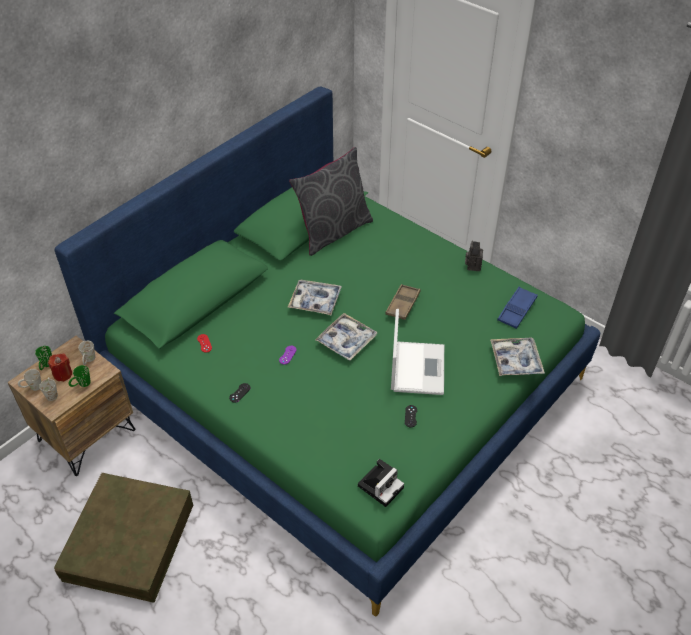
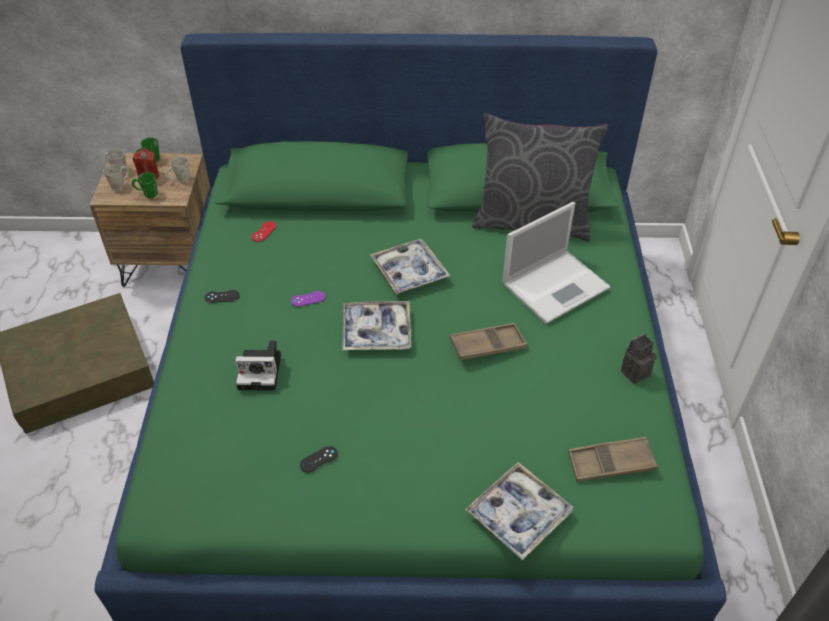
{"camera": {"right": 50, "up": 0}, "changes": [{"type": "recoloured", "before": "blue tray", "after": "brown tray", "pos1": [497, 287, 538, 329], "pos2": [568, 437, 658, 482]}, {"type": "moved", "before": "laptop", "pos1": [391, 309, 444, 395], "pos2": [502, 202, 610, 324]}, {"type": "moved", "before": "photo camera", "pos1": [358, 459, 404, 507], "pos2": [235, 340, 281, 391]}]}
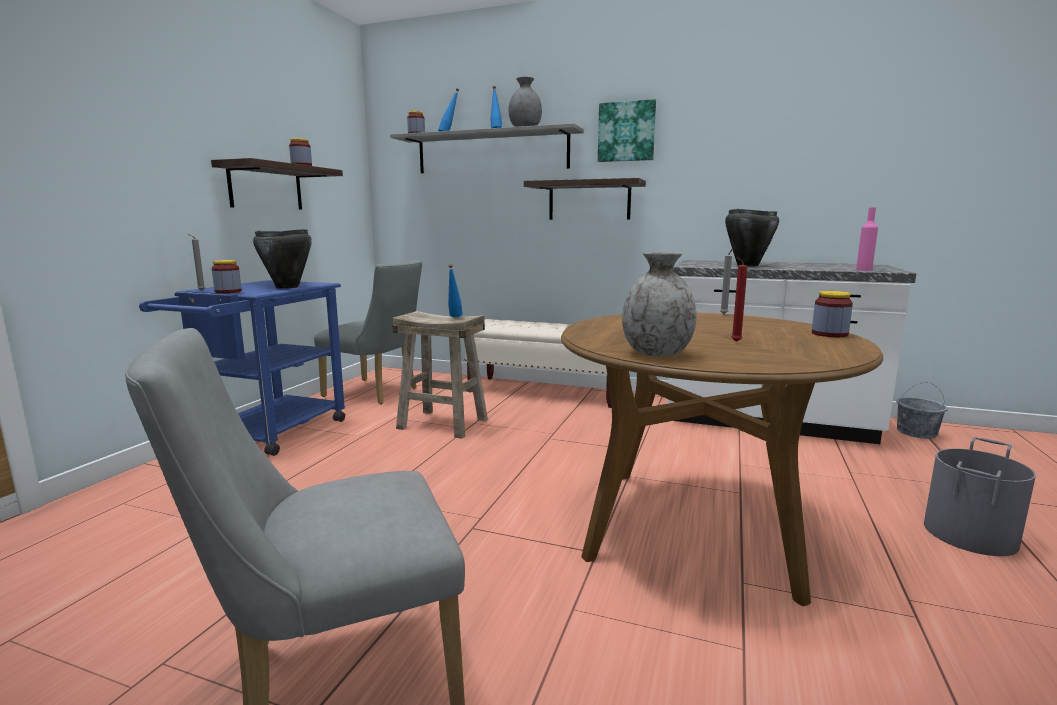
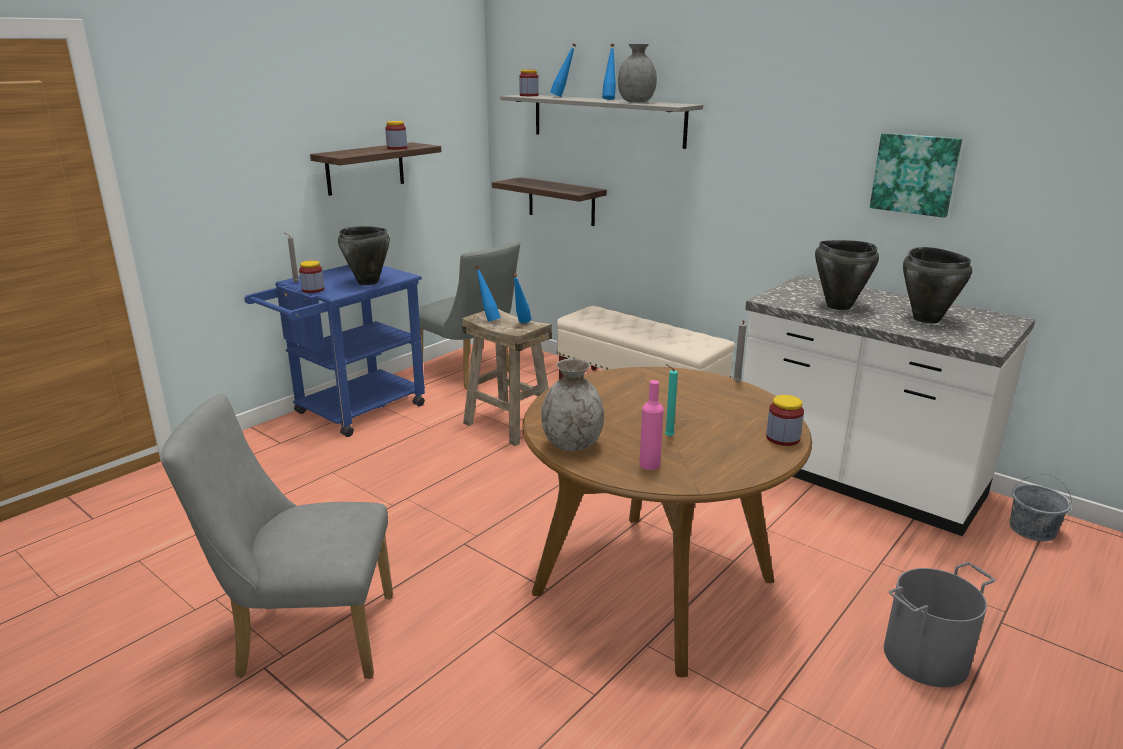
{"camera": {"right": 20, "up": 10}, "changes": [{"type": "moved", "before": "picture", "pos1": [598, 99, 656, 162], "pos2": [870, 133, 962, 218]}, {"type": "moved", "before": "shelf", "pos1": [524, 178, 646, 220], "pos2": [492, 177, 607, 226]}, {"type": "moved", "before": "pink bottle", "pos1": [856, 208, 878, 271], "pos2": [639, 380, 664, 470]}, {"type": "recoloured", "before": "red candle", "after": "turquoise candle", "pos1": [731, 257, 748, 342], "pos2": [665, 364, 678, 437]}, {"type": "added", "after": "black cooking pot", "pos2": [903, 247, 972, 324]}, {"type": "added", "after": "blue bottle", "pos2": [475, 266, 501, 322]}]}
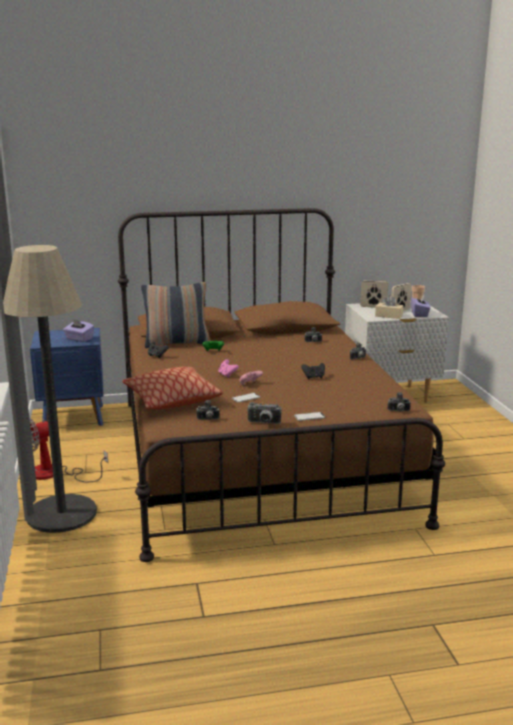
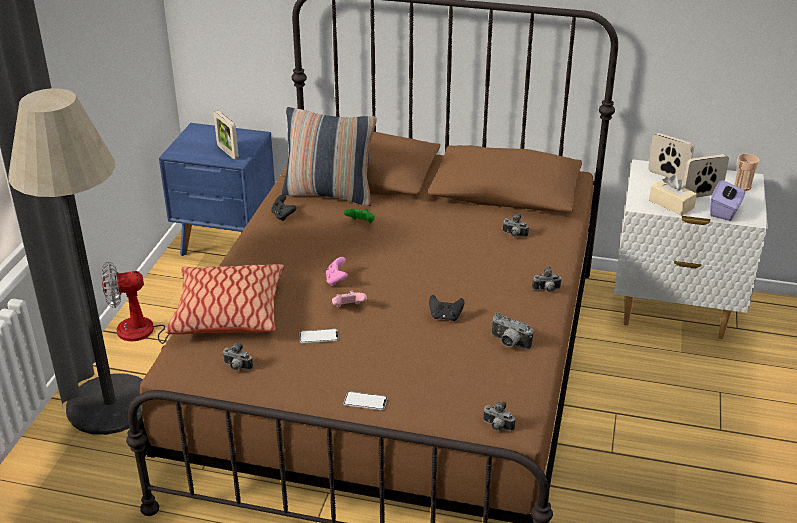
{"camera": {"right": 25, "up": 15}, "changes": [{"type": "replaced", "before": "purple tissue box", "after": "picture frame", "pos1": [63, 319, 94, 342], "pos2": [214, 111, 239, 159]}, {"type": "moved", "before": "photo camera", "pos1": [247, 402, 281, 424], "pos2": [491, 313, 533, 350]}]}
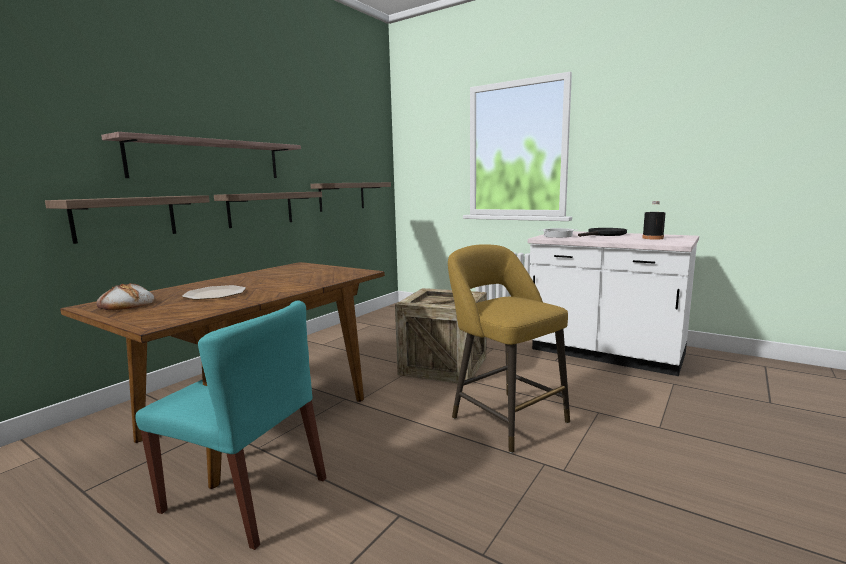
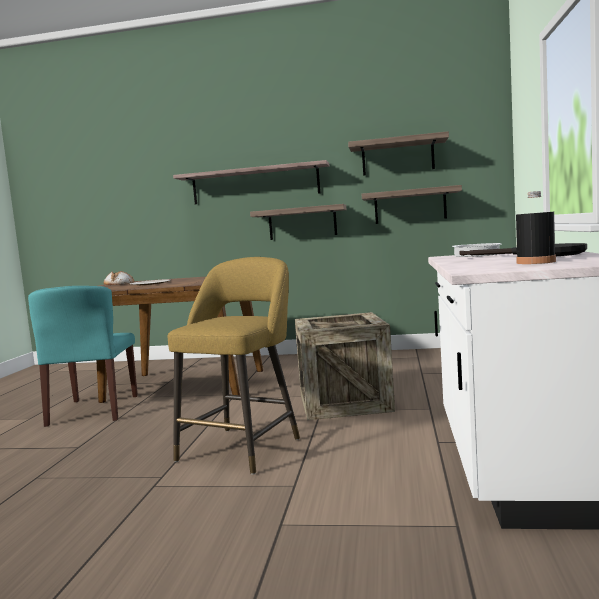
{"camera": {"right": 65, "up": -5}, "changes": [{"type": "moved", "before": "shelf", "pos1": [45, 195, 210, 244], "pos2": [348, 131, 449, 176]}]}
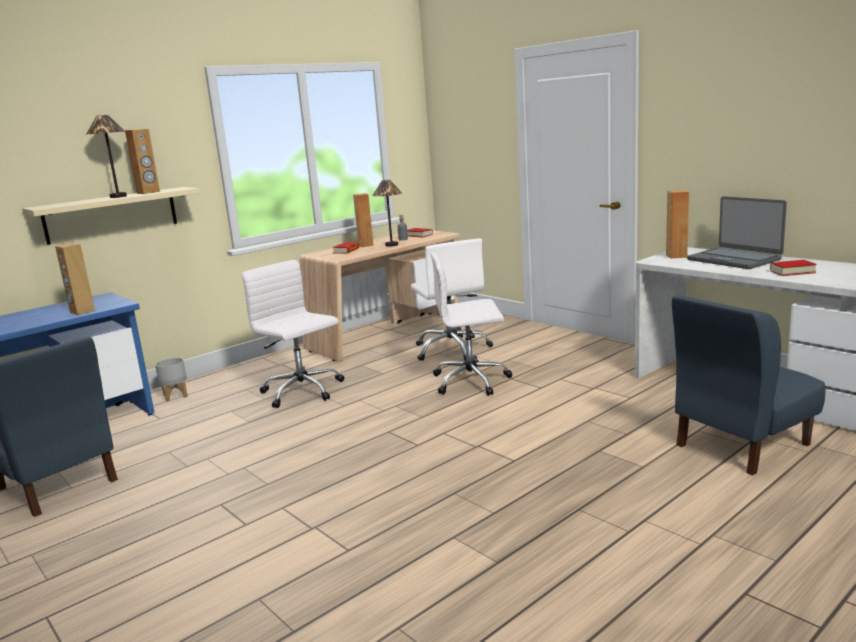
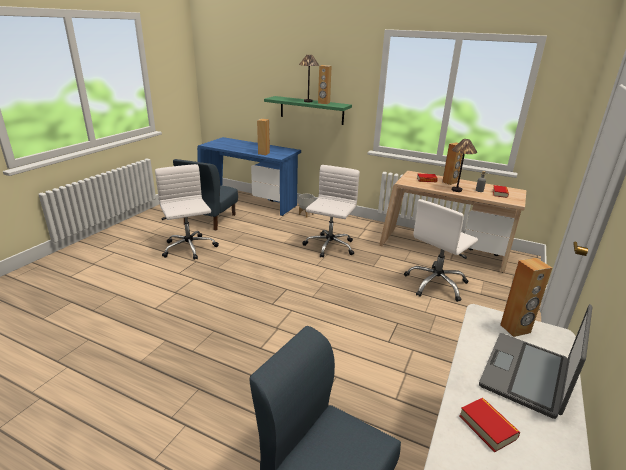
{"camera": {"right": 65, "up": 10}, "changes": [{"type": "recoloured", "before": "beige shelf", "after": "green shelf", "pos1": [22, 187, 200, 245], "pos2": [264, 96, 352, 125]}, {"type": "moved", "before": "white office chair", "pos1": [431, 253, 512, 396], "pos2": [155, 164, 219, 260]}]}
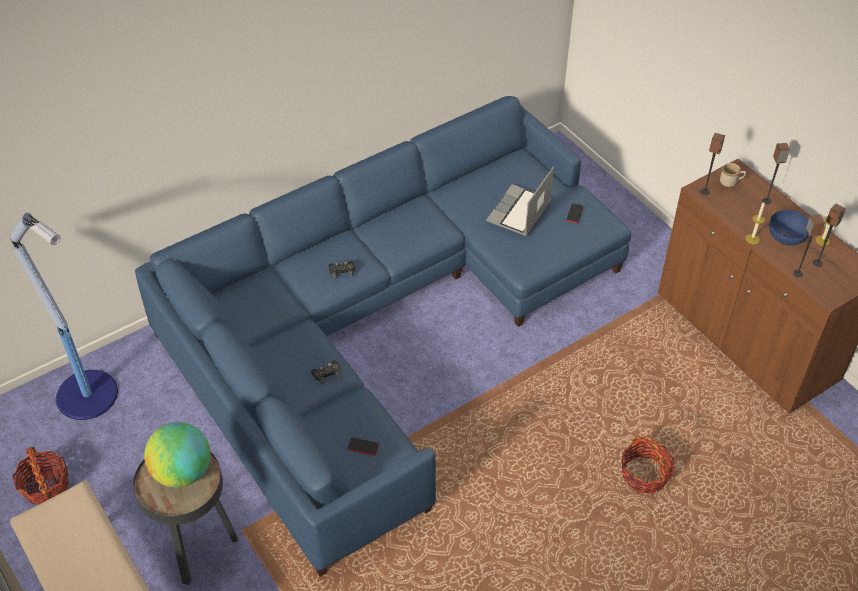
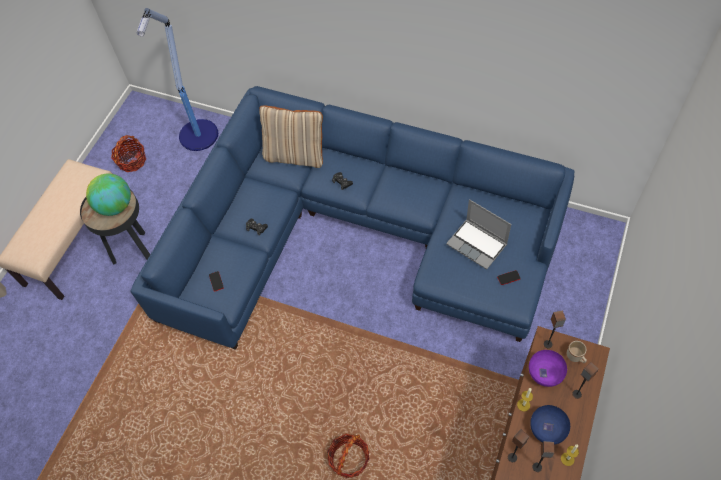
{"camera": {"right": 60, "up": 10}, "changes": [{"type": "turned", "before": "laptop", "pos1": [486, 167, 554, 236], "pos2": [446, 199, 511, 270], "turn": -135}, {"type": "added", "after": "beige pillow", "pos2": [259, 105, 323, 168]}, {"type": "added", "after": "purple bowl", "pos2": [529, 350, 567, 387]}]}
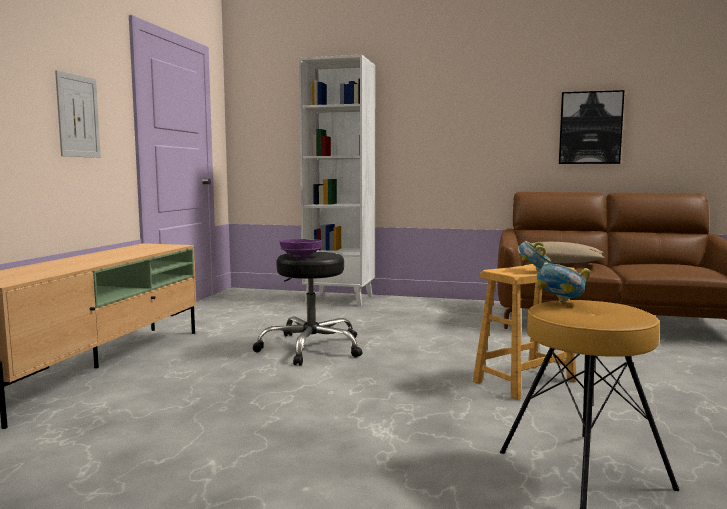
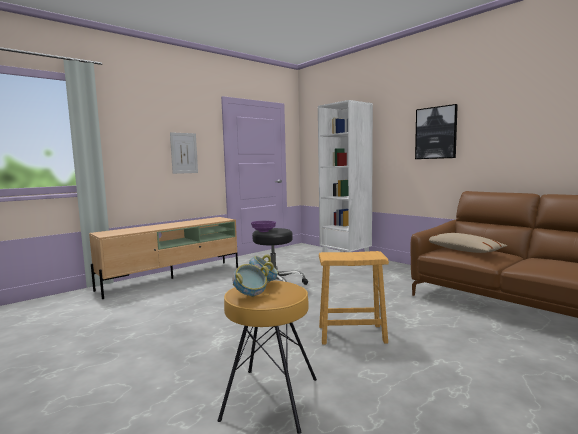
{"camera": {"right": 35, "up": 0}, "changes": [{"type": "moved", "before": "picture", "pos1": [559, 90, 624, 164], "pos2": [415, 104, 458, 159]}, {"type": "moved", "before": "bowl", "pos1": [519, 241, 551, 271], "pos2": [232, 264, 269, 297]}]}
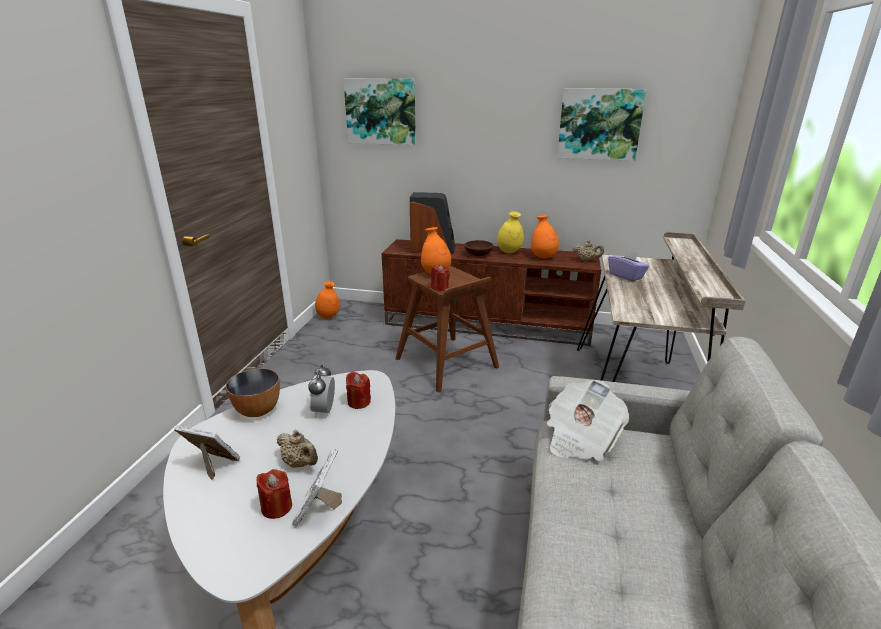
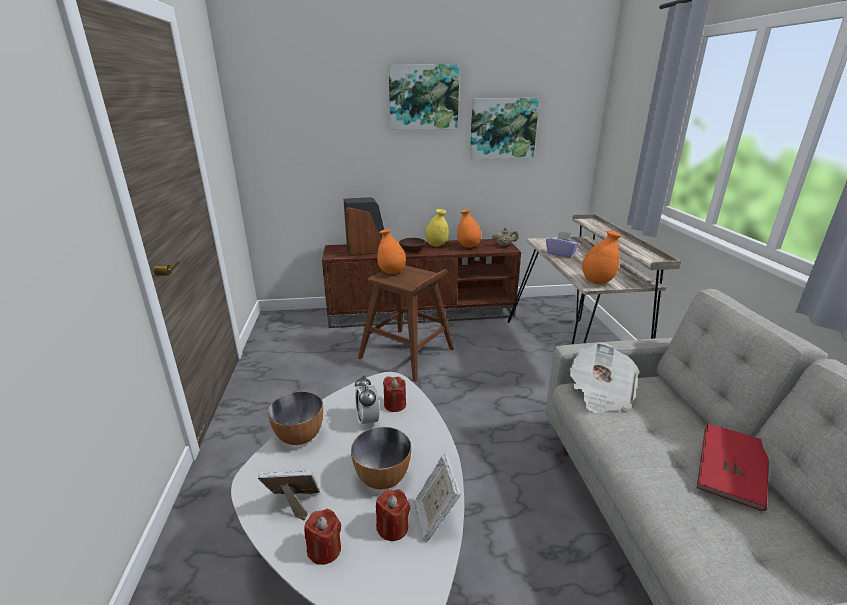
{"camera": {"right": -20, "up": 0}, "changes": [{"type": "moved", "before": "picture", "pos1": [343, 78, 416, 145], "pos2": [388, 64, 460, 130]}, {"type": "moved", "before": "red candle", "pos1": [431, 265, 450, 291], "pos2": [304, 509, 341, 565]}, {"type": "moved", "before": "orange vase", "pos1": [315, 281, 340, 319], "pos2": [582, 231, 622, 285]}, {"type": "replaced", "before": "beige teapot", "after": "bowl", "pos1": [277, 430, 318, 467], "pos2": [351, 427, 411, 490]}, {"type": "added", "after": "red book", "pos2": [697, 423, 769, 511]}]}
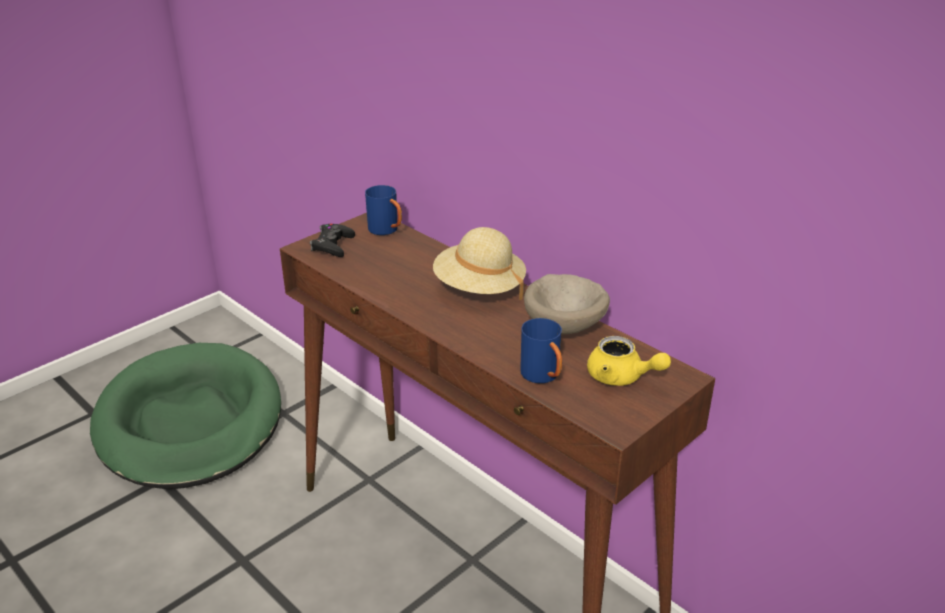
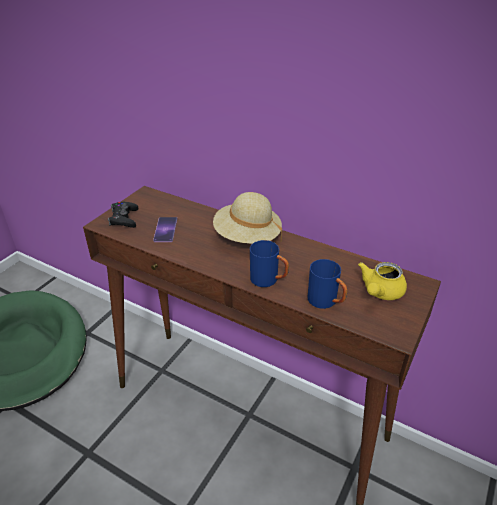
{"camera": {"right": -15, "up": 5}, "changes": [{"type": "moved", "before": "blue mug", "pos1": [365, 185, 402, 235], "pos2": [250, 240, 289, 287]}, {"type": "removed", "before": "beige bowl", "pos1": [524, 274, 610, 335]}, {"type": "turned", "before": "yellow teapot", "pos1": [587, 336, 671, 386], "pos2": [358, 262, 407, 300], "turn": 105}, {"type": "added", "after": "phone", "pos2": [153, 217, 177, 242]}]}
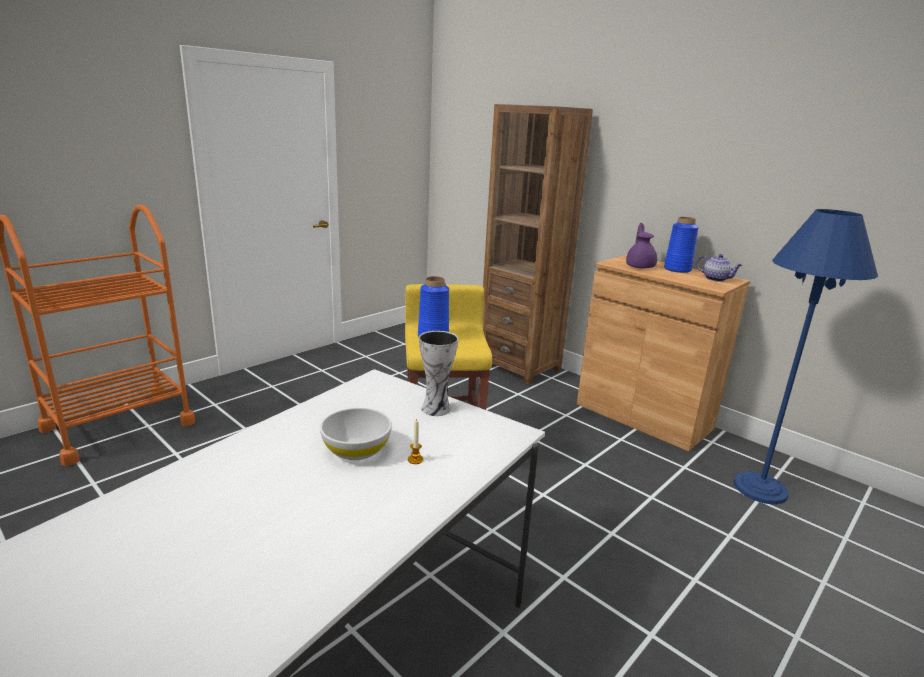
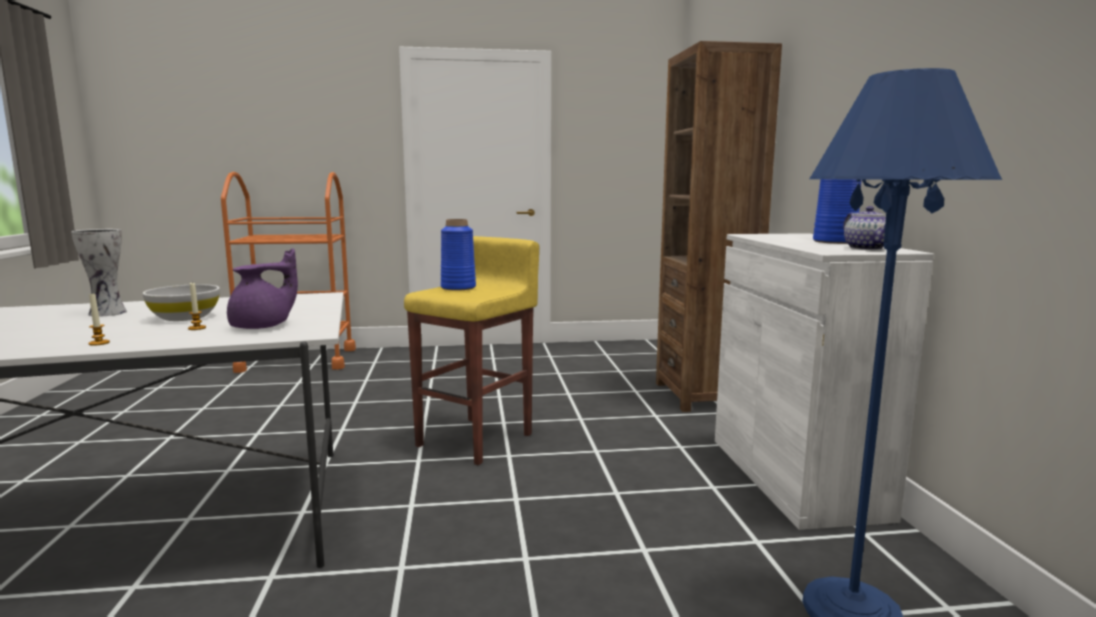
{"camera": {"right": 40, "up": -10}, "changes": [{"type": "moved", "before": "purple teapot", "pos1": [626, 223, 657, 269], "pos2": [227, 248, 298, 329]}, {"type": "recoloured", "before": "brown cabinet", "after": "white cabinet", "pos1": [577, 255, 750, 451], "pos2": [715, 233, 934, 530]}, {"type": "moved", "before": "vase", "pos1": [419, 331, 458, 416], "pos2": [71, 229, 127, 317]}, {"type": "added", "after": "candle", "pos2": [88, 294, 110, 346]}]}
